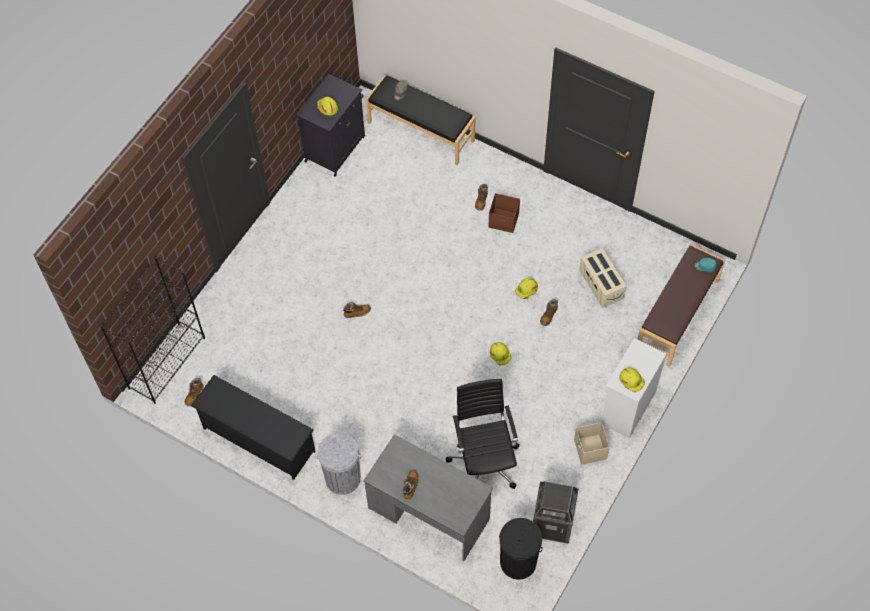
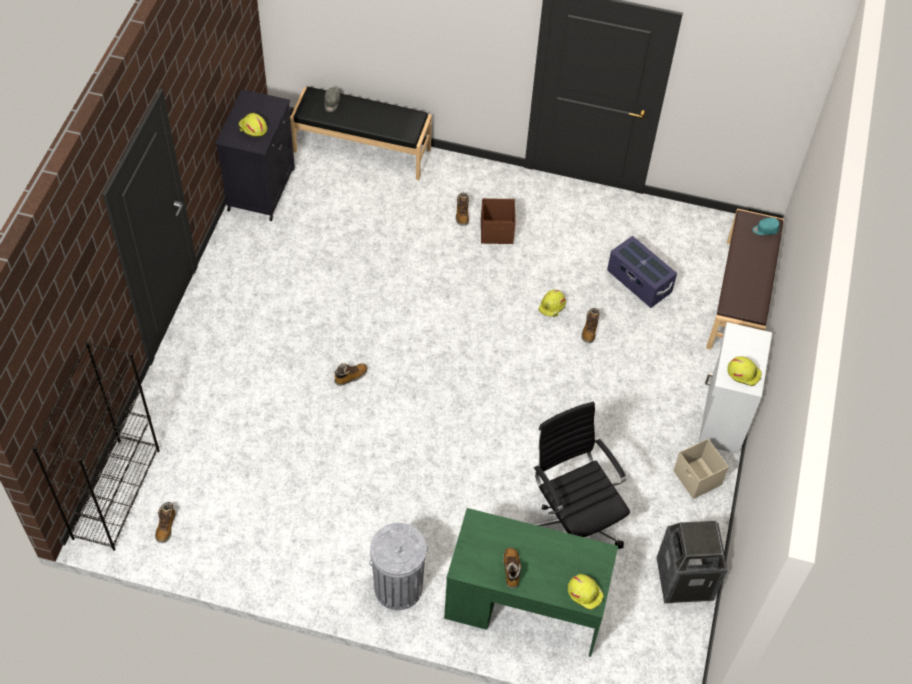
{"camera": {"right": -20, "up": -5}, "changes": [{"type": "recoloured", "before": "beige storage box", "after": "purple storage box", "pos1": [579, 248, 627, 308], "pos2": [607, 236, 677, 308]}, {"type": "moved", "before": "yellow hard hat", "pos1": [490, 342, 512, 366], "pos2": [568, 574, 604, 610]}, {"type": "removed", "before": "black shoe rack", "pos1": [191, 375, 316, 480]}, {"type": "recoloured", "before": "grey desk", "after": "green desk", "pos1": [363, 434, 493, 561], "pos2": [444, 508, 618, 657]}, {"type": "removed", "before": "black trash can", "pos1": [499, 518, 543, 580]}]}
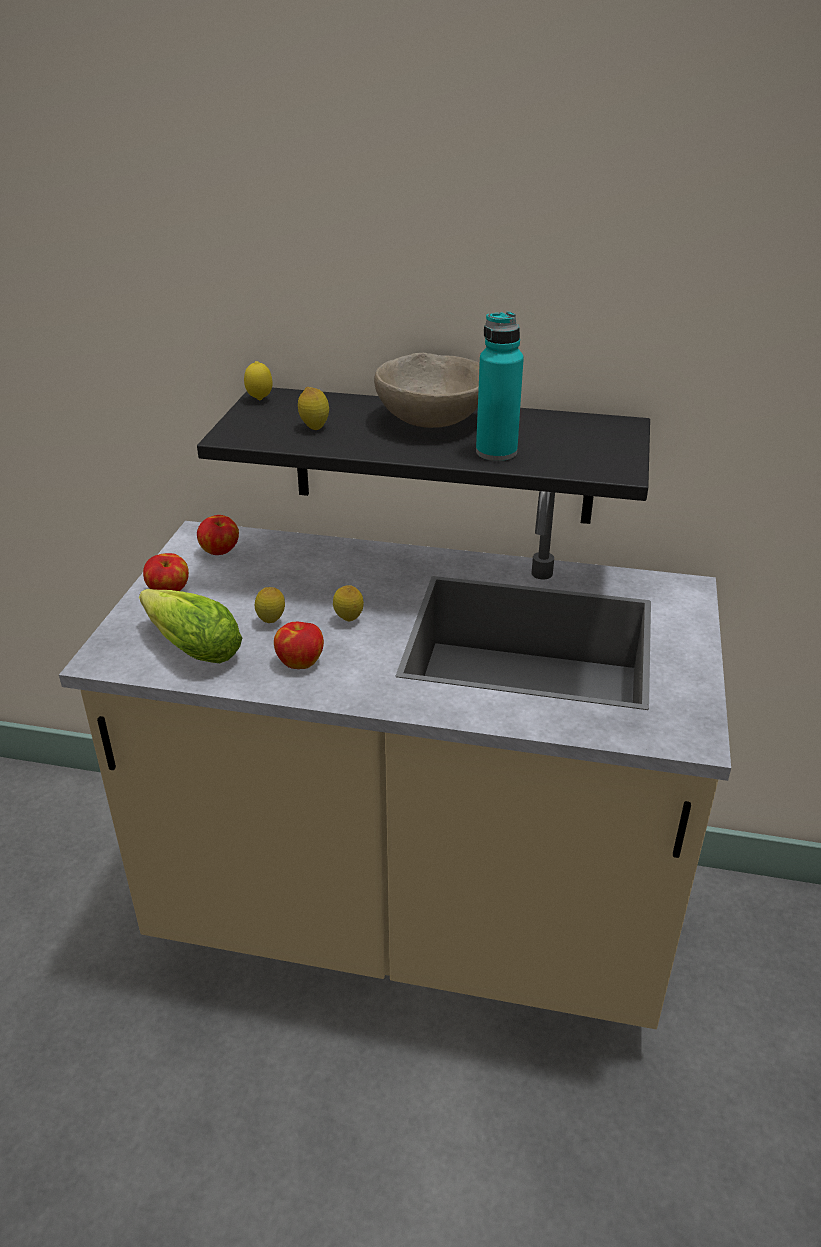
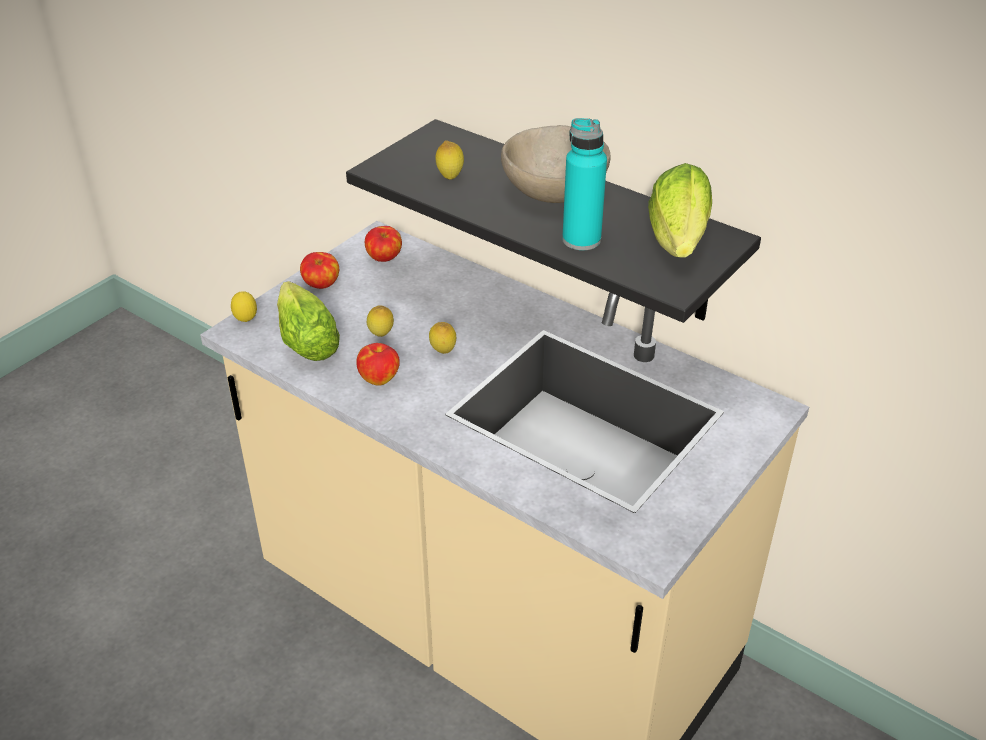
{"camera": {"right": 25, "up": 5}, "changes": [{"type": "moved", "before": "lemon", "pos1": [244, 361, 272, 400], "pos2": [231, 291, 257, 322]}, {"type": "added", "after": "lettuce", "pos2": [648, 163, 712, 257]}]}
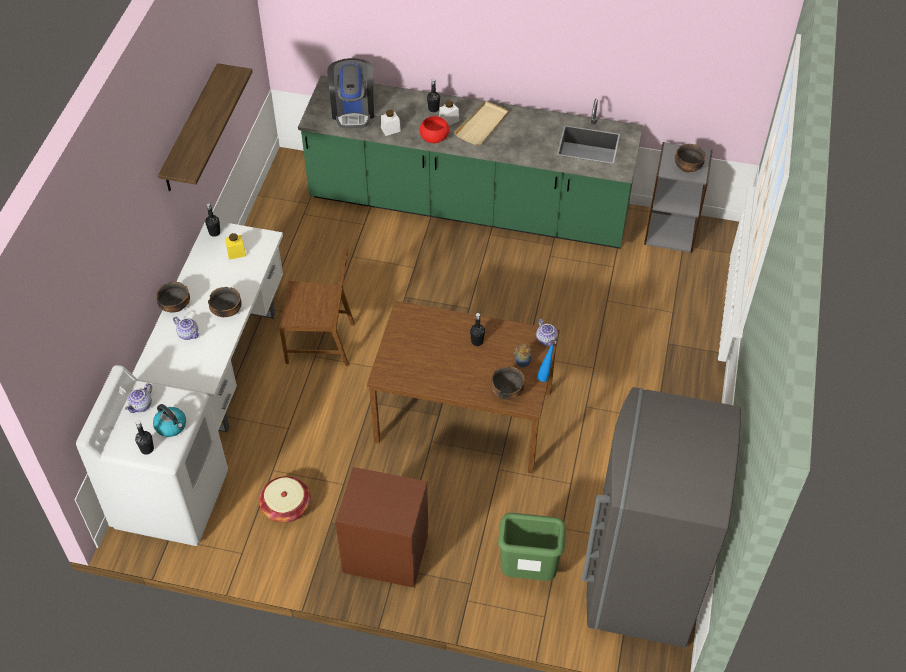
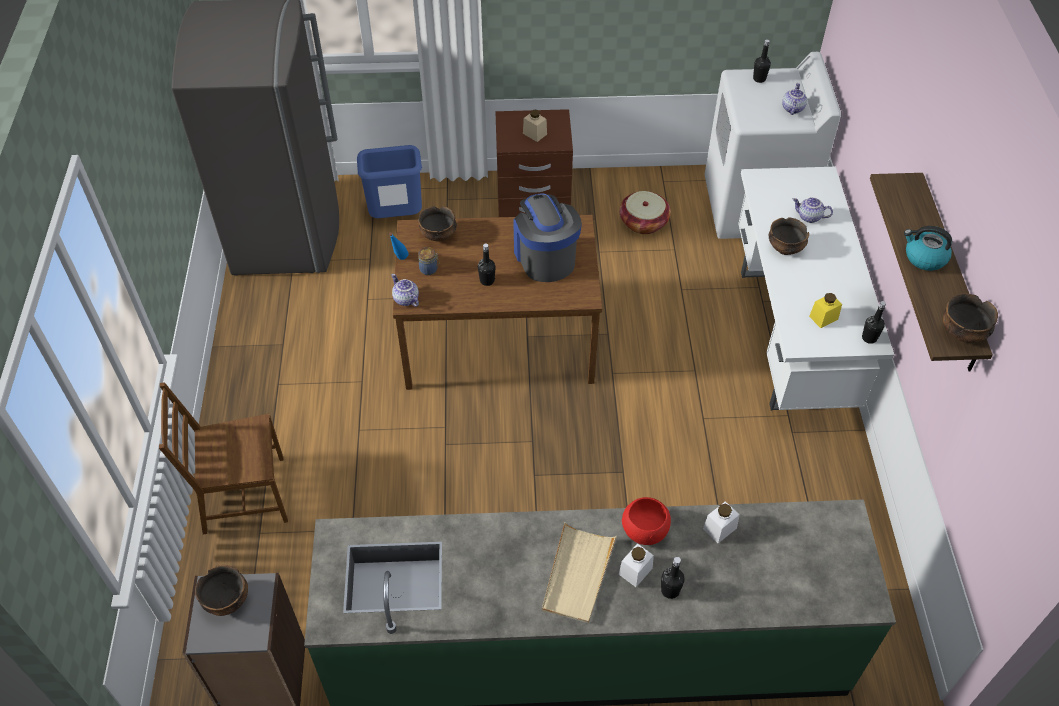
{"camera": {"right": 165, "up": 0}, "changes": [{"type": "moved", "before": "coffee machine", "pos1": [327, 58, 374, 128], "pos2": [513, 194, 582, 282]}, {"type": "moved", "before": "brown chair", "pos1": [279, 246, 355, 366], "pos2": [159, 382, 288, 534]}, {"type": "moved", "before": "bowl", "pos1": [156, 282, 190, 313], "pos2": [943, 293, 998, 343]}, {"type": "moved", "before": "kettle", "pos1": [153, 404, 186, 437], "pos2": [904, 226, 952, 271]}, {"type": "recoloured", "before": "green trash can", "after": "blue trash can", "pos1": [498, 513, 566, 581], "pos2": [357, 145, 422, 218]}, {"type": "added", "after": "beige jar", "pos2": [523, 110, 547, 142]}]}
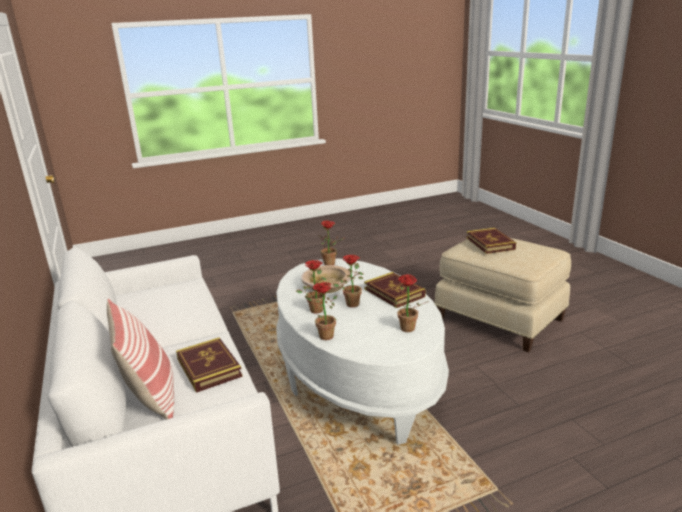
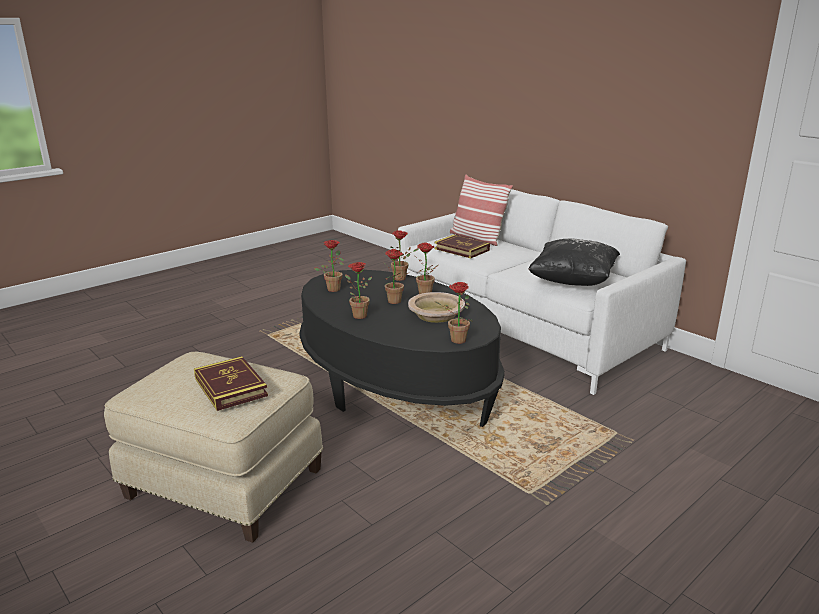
{"camera": {"right": 160, "up": 0}, "changes": [{"type": "recoloured", "before": "white coffee table", "after": "black coffee table", "pos1": [276, 258, 449, 444], "pos2": [299, 270, 505, 427]}, {"type": "replaced", "before": "book", "after": "potted plant", "pos1": [364, 272, 426, 308], "pos2": [345, 262, 372, 319]}, {"type": "added", "after": "black pillow", "pos2": [528, 238, 620, 286]}]}
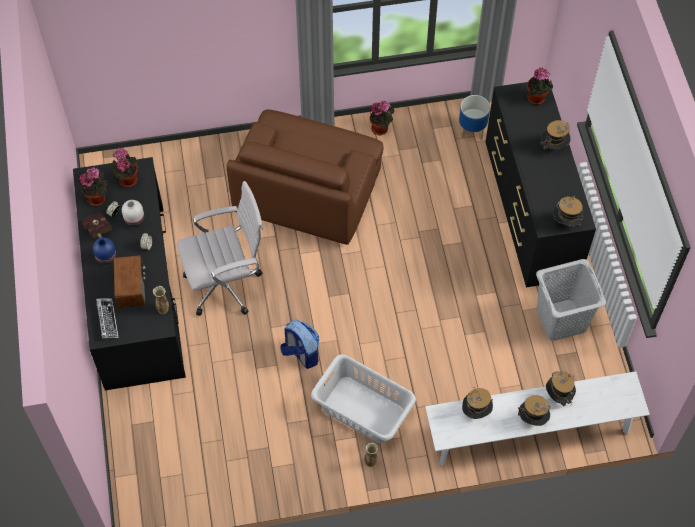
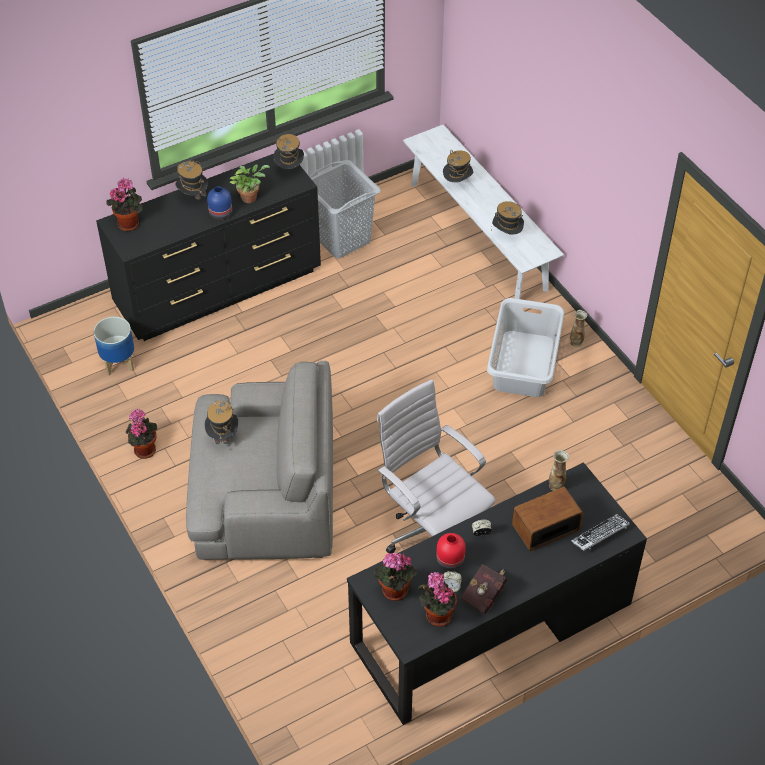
{"camera": {"right": -110, "up": -10}, "changes": [{"type": "recoloured", "before": "brown armchair", "after": "grey armchair", "pos1": [227, 109, 384, 245], "pos2": [186, 361, 333, 560]}, {"type": "recoloured", "before": "white vase", "after": "red vase", "pos1": [122, 200, 144, 227], "pos2": [436, 533, 466, 570]}, {"type": "moved", "before": "blue vase", "pos1": [93, 237, 116, 265], "pos2": [207, 186, 232, 220]}, {"type": "removed", "before": "backpack", "pos1": [280, 319, 319, 369]}, {"type": "moved", "before": "hat", "pos1": [517, 395, 551, 426], "pos2": [205, 401, 238, 444]}, {"type": "added", "after": "potted plant", "pos2": [230, 165, 270, 203]}]}
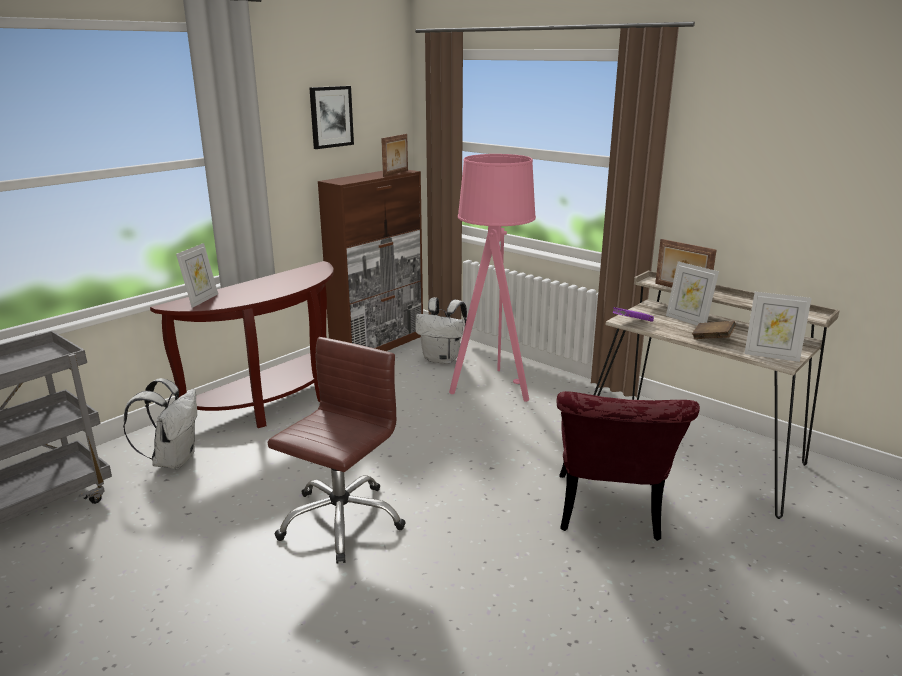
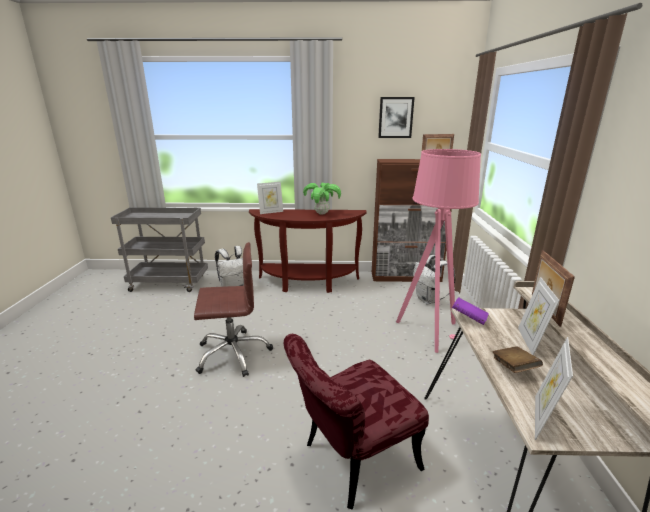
{"camera": {"right": 50, "up": 0}, "changes": [{"type": "turned", "before": "picture frame", "pos1": [744, 292, 811, 362], "pos2": [535, 337, 573, 440], "turn": 45}, {"type": "added", "after": "potted plant", "pos2": [303, 183, 341, 215]}]}
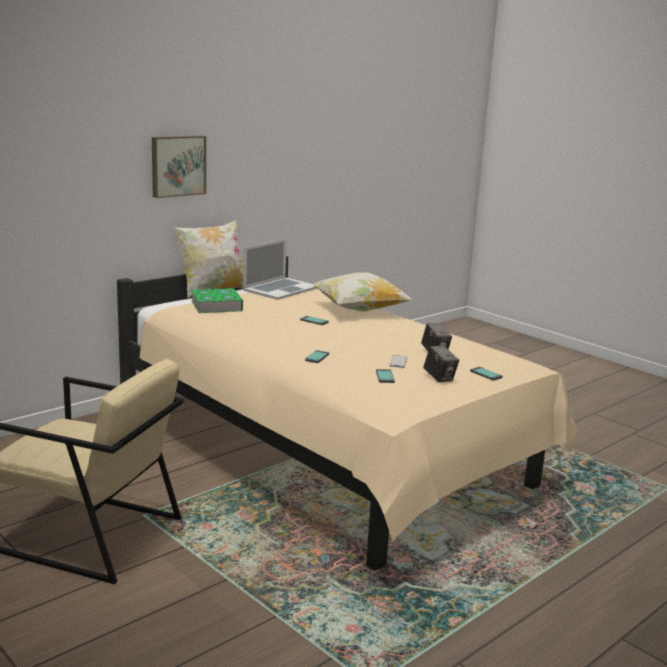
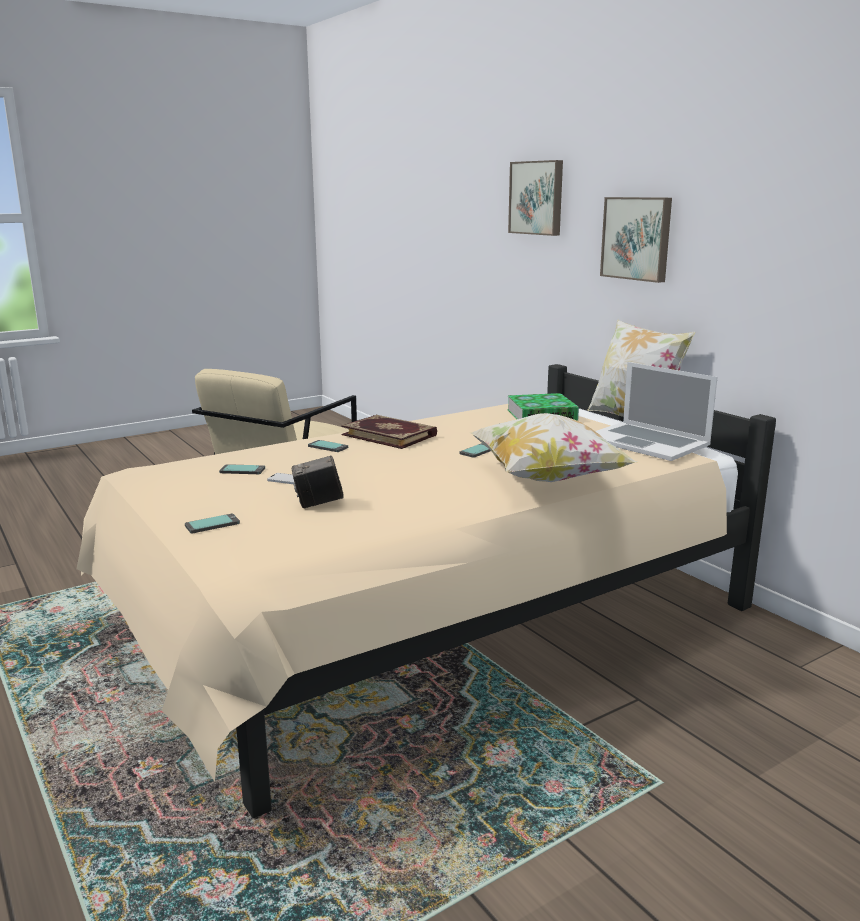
{"camera": {"right": 100, "up": 0}, "changes": [{"type": "removed", "before": "photo camera", "pos1": [423, 346, 459, 382]}, {"type": "added", "after": "picture", "pos2": [508, 160, 563, 236]}, {"type": "added", "after": "book", "pos2": [341, 415, 437, 449]}]}
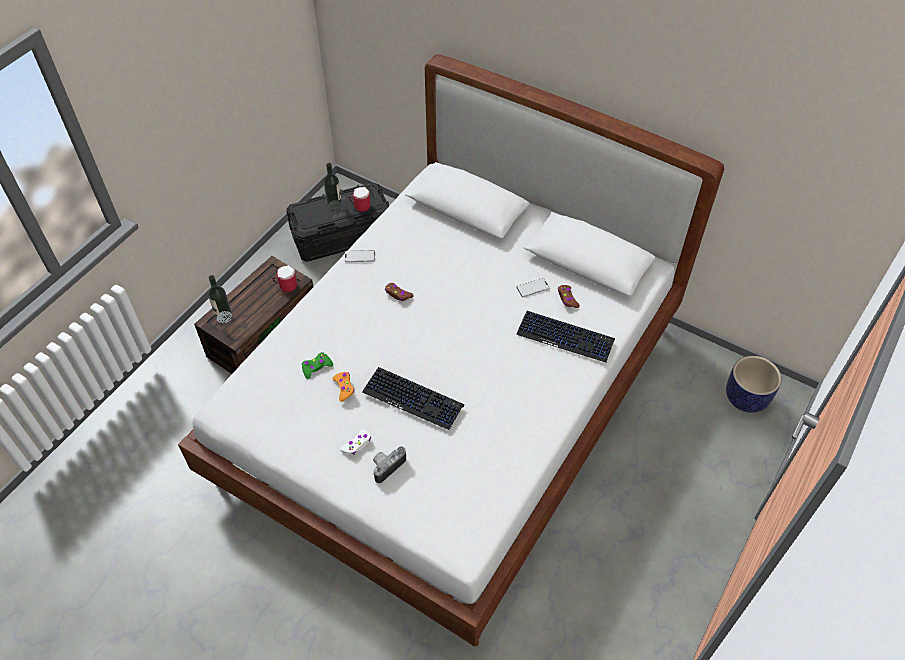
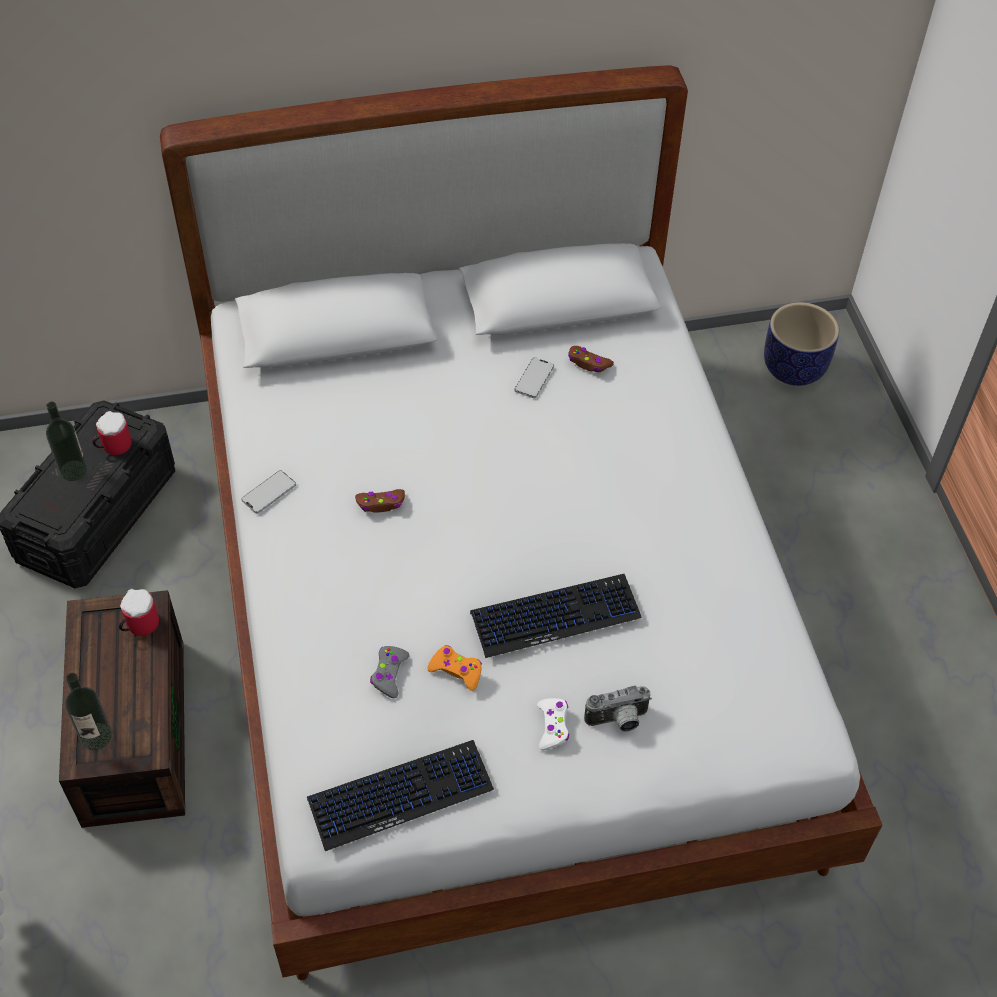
{"camera": {"right": -45, "up": 0}, "changes": [{"type": "moved", "before": "keyboard", "pos1": [516, 311, 615, 362], "pos2": [307, 740, 494, 851]}, {"type": "recoloured", "before": "green game controller", "after": "grey game controller", "pos1": [302, 352, 333, 379], "pos2": [370, 646, 410, 698]}, {"type": "turned", "before": "photo camera", "pos1": [373, 446, 406, 483], "pos2": [584, 686, 652, 732], "turn": -105}]}
